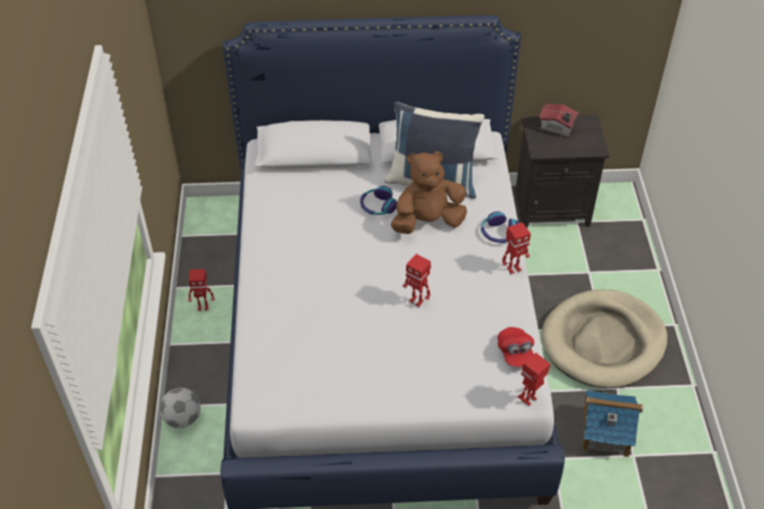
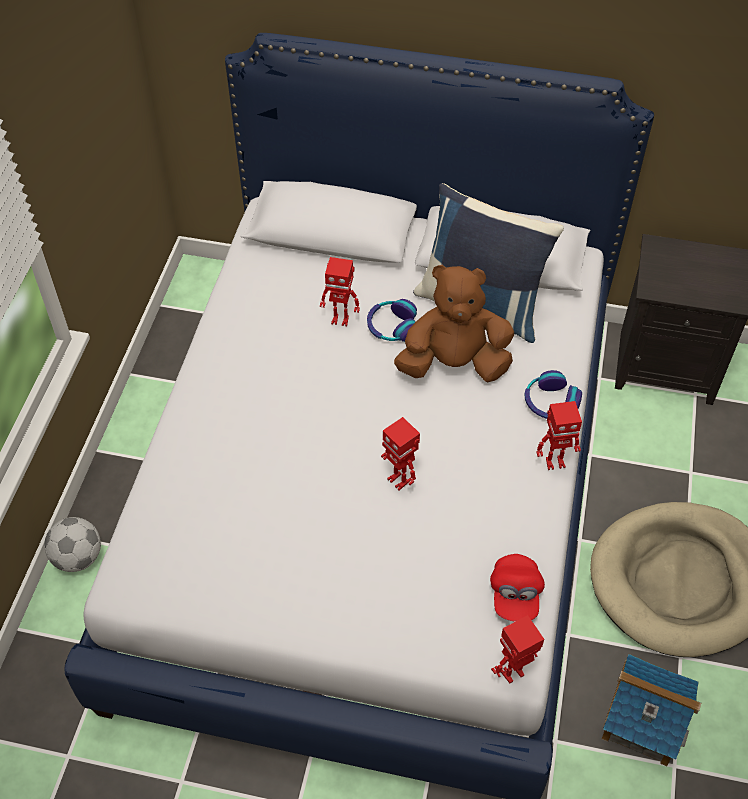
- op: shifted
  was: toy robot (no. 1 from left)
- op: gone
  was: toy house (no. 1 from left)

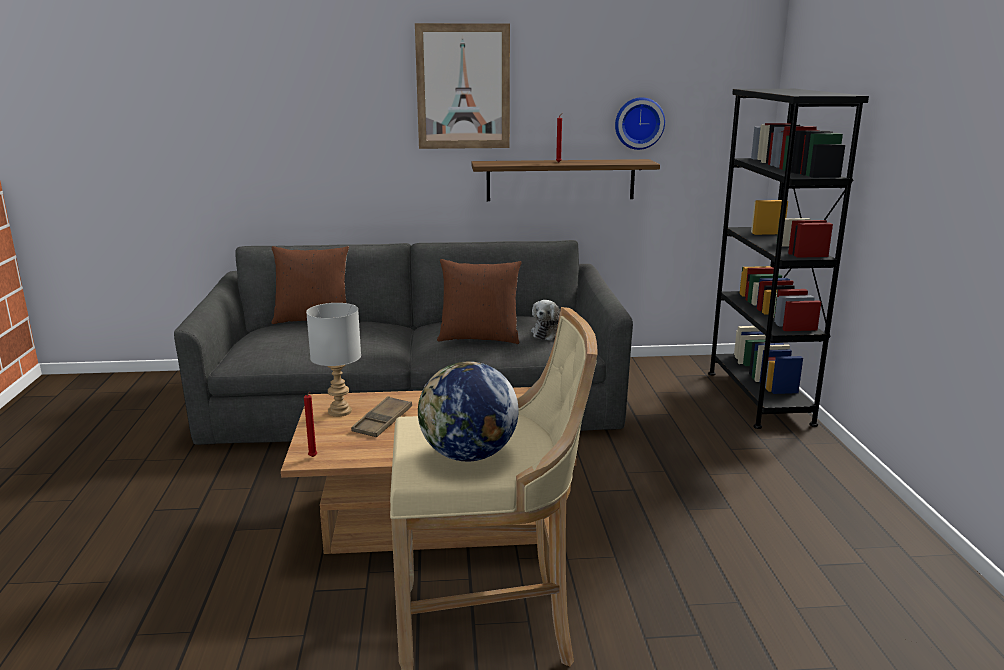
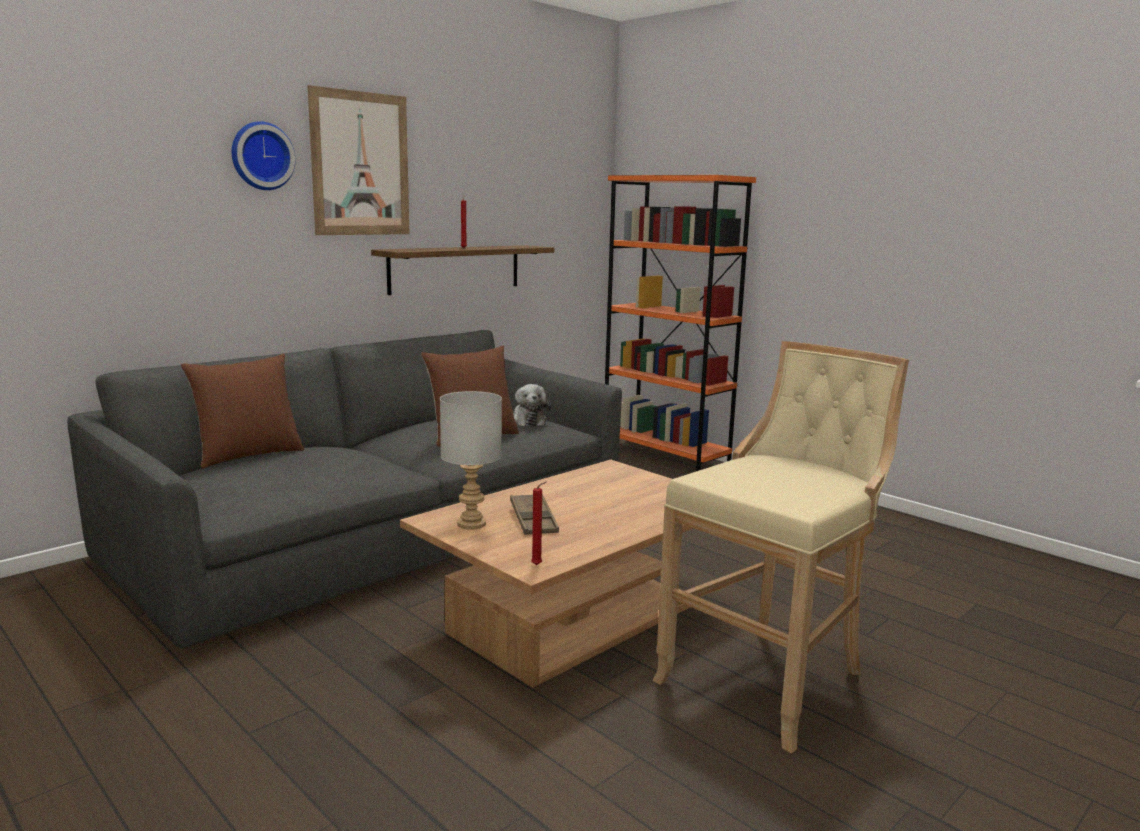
- op: gone
  was: globe
- op: shifted
  was: wall clock
- op: repainted
  was: bookcase/black
  now: bookcase/orange

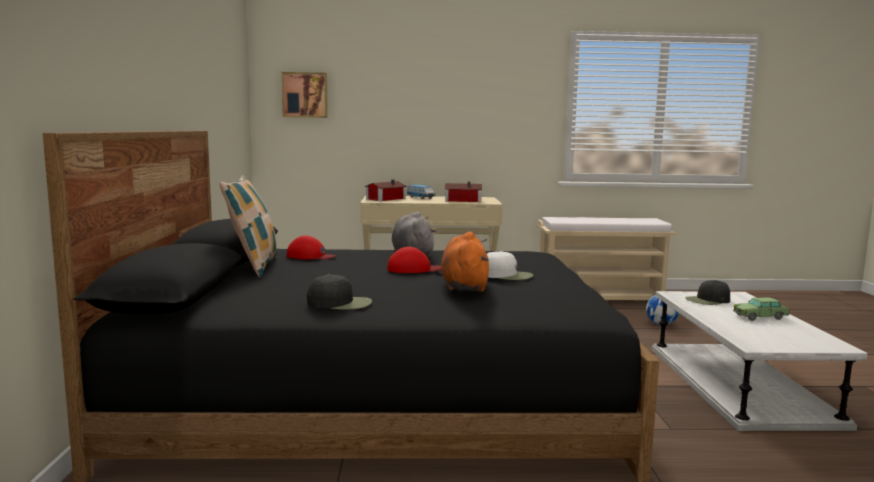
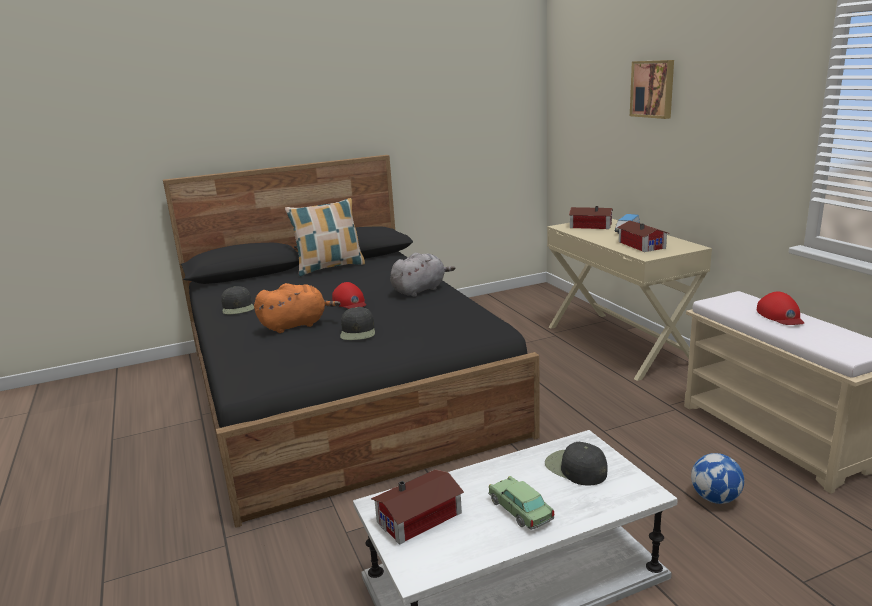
- op: shifted
  was: picture
- op: shifted
  was: cap/red (no. 1 from left in the first image)
  now: cap/red (no. 2 from left)
- op: repainted
  was: cap/white
  now: cap/black (no. 2 from left)
- op: new
  now: toy house (no. 1 from left)

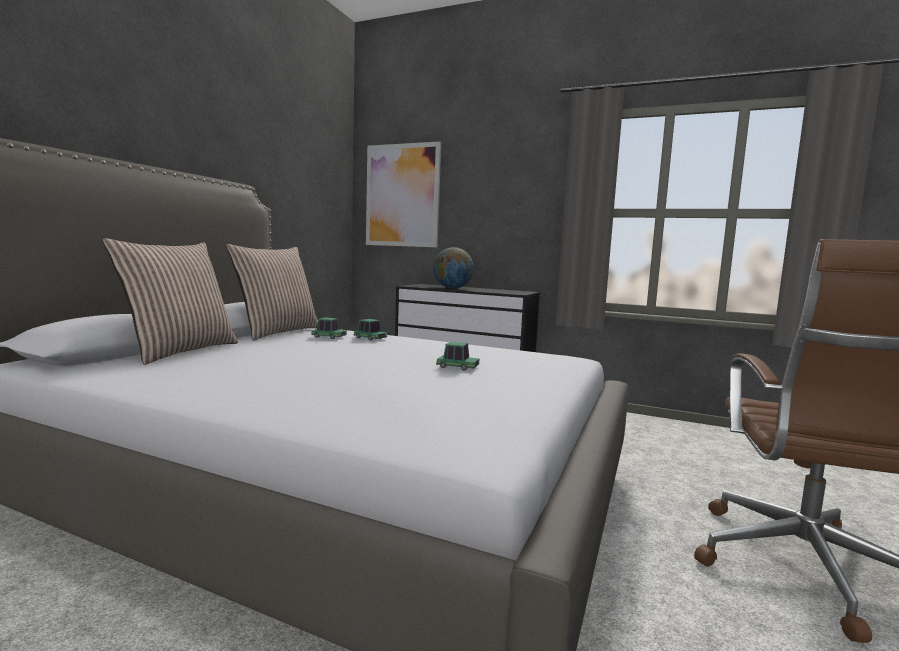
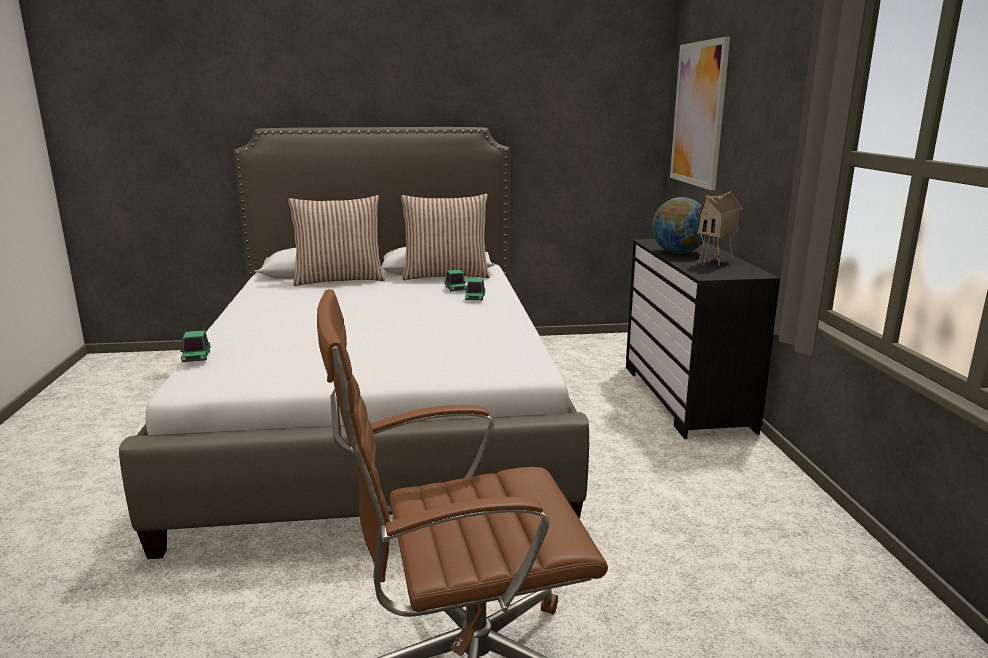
- op: shifted
  was: toy car (no. 3 from left in the first image)
  now: toy car (no. 1 from left)
- op: new
  now: toy house

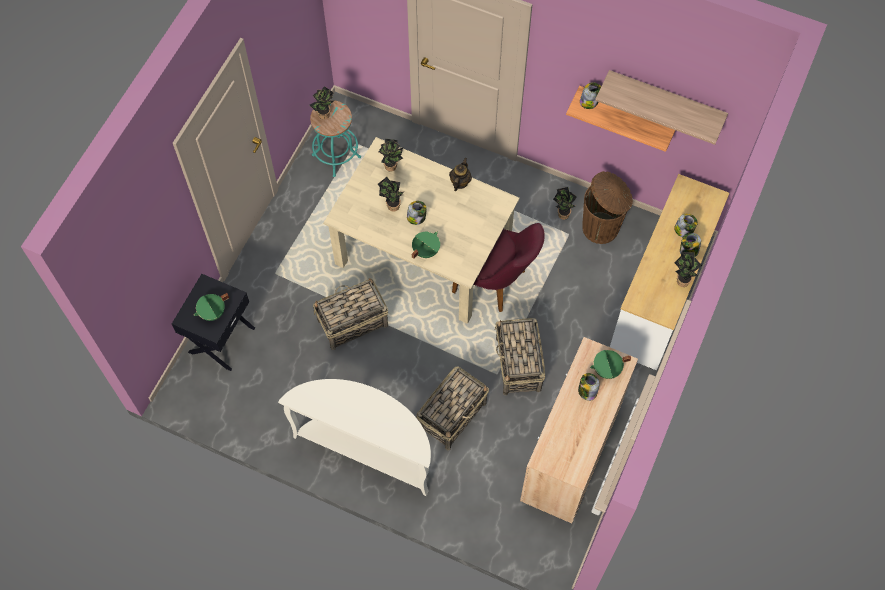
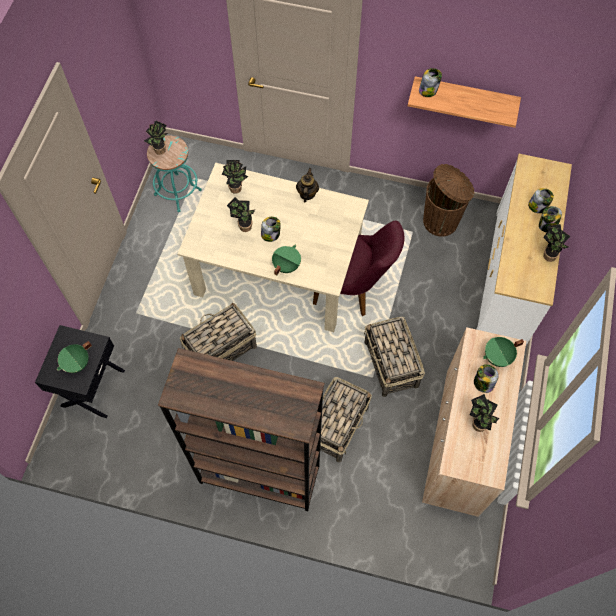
- op: swapped
  was: console table/white
  now: bookcase/brown
- op: shifted
  was: potted plant (no. 4 from left)
- op: gone
  was: shelf (no. 2 from left)

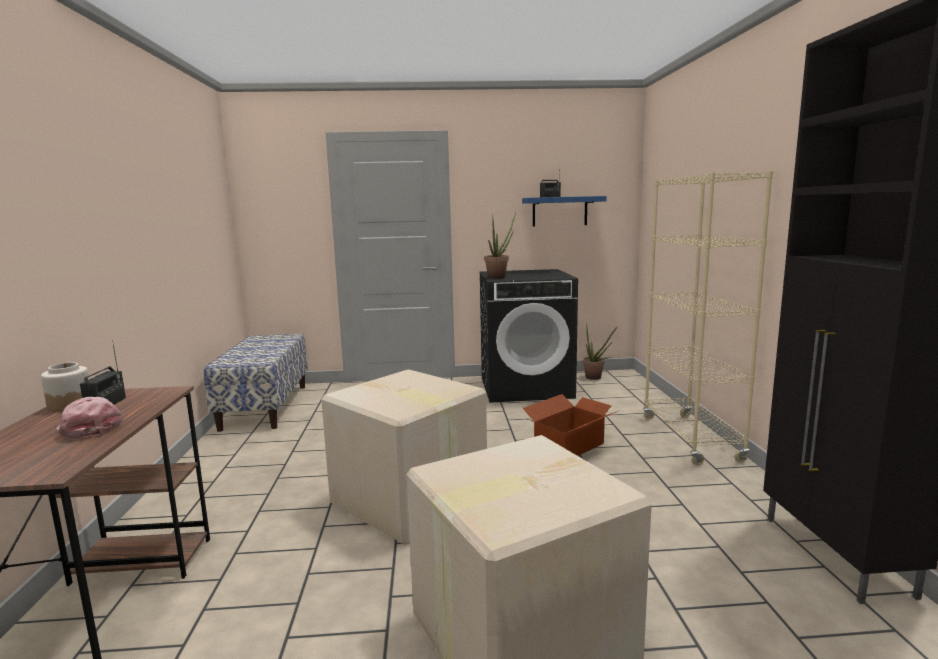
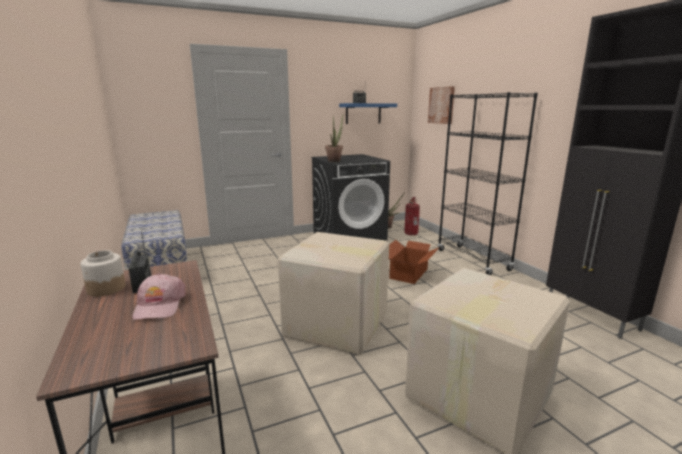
- op: rotated
  was: cap/pink
  clockwise: -120
- op: repainted
  was: bookcase/beige
  now: bookcase/black
- op: new
  now: fire extinguisher
- op: new
  now: picture

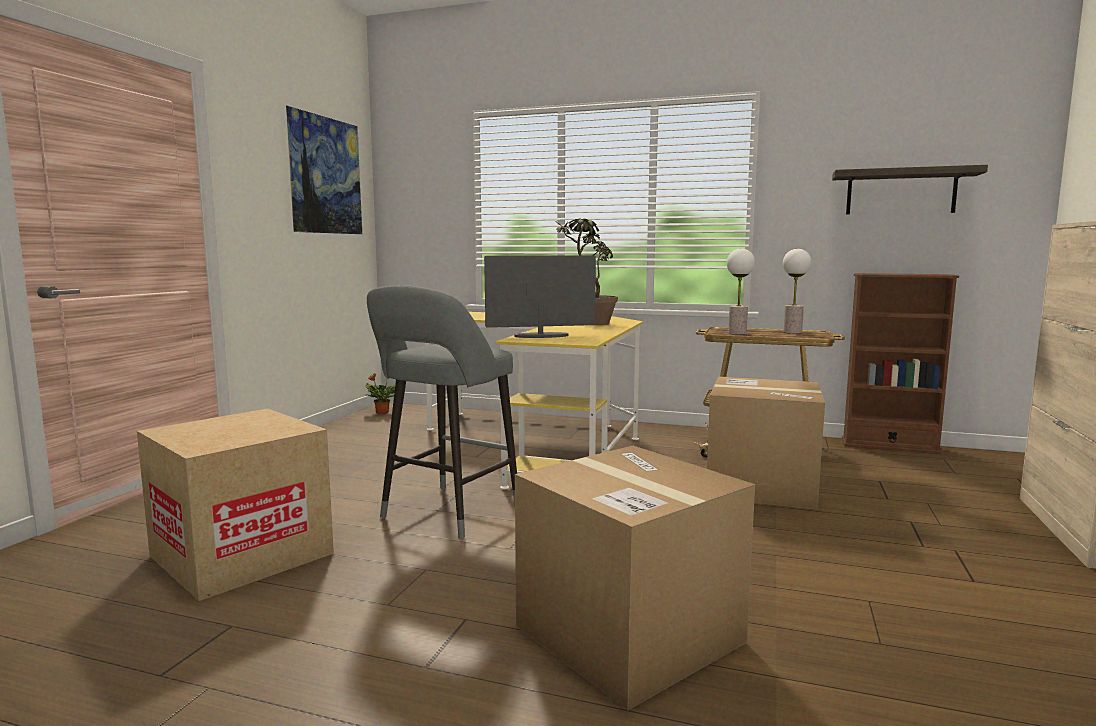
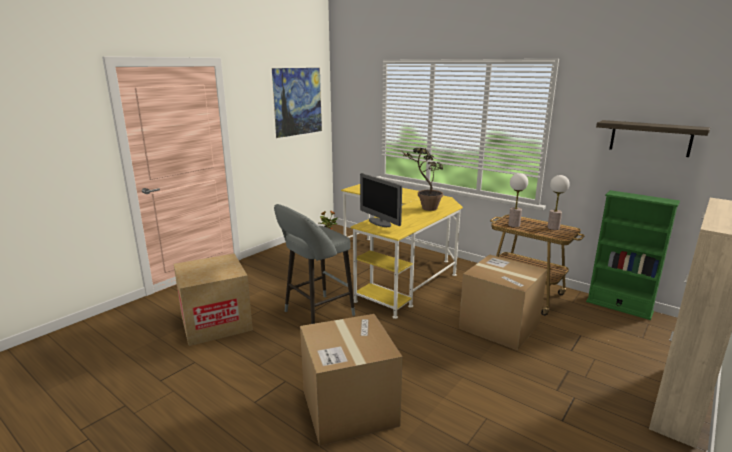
- op: rotated
  was: monitor
  clockwise: -135
- op: repainted
  was: bookcase/brown
  now: bookcase/green

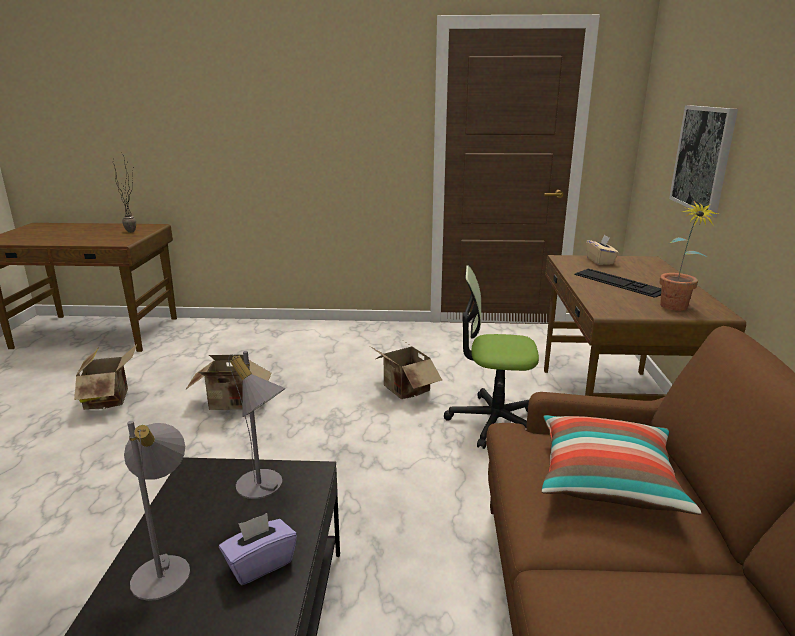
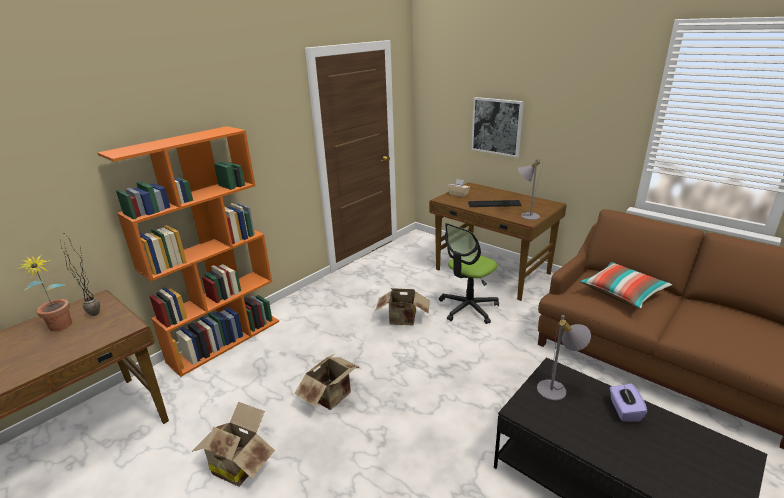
- op: shifted
  was: table lamp/grey (no. 1 from left)
- op: shifted
  was: potted plant (no. 2 from left in the first image)
  now: potted plant (no. 1 from left)
- op: new
  now: bookcase/orange

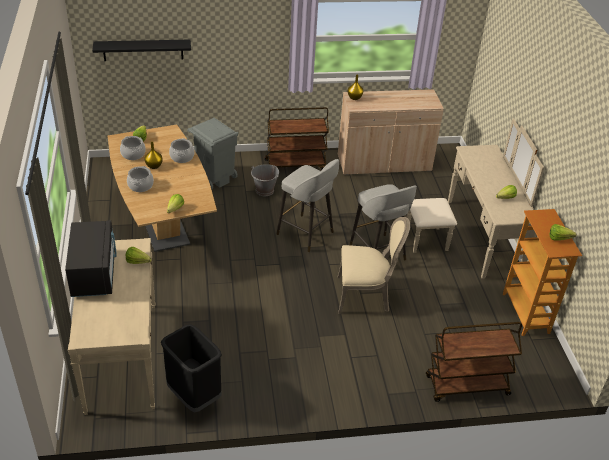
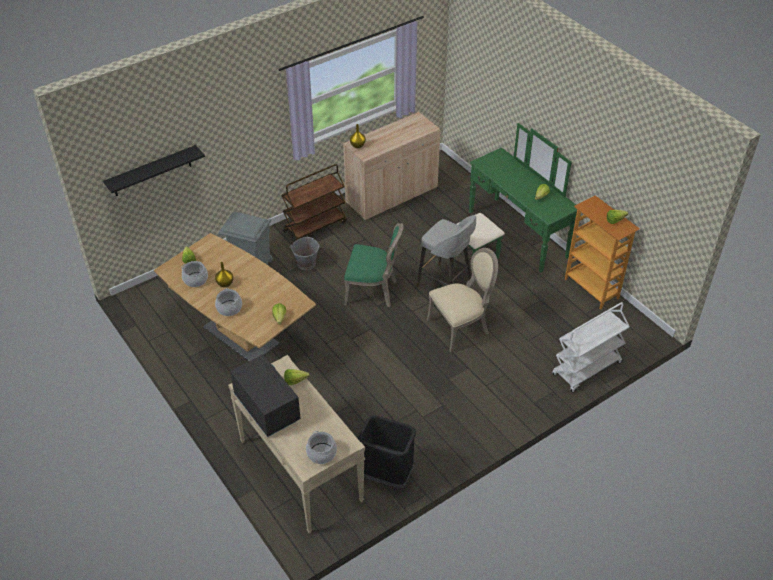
- op: shifted
  was: cooking pot (no. 3 from left)
- op: swapped
  was: stool/grey (no. 1 from left)
  now: chair/green
- op: repainted
  was: dresser/beige
  now: dresser/green
- op: repainted
  was: cart/brown (no. 2 from left)
  now: cart/white

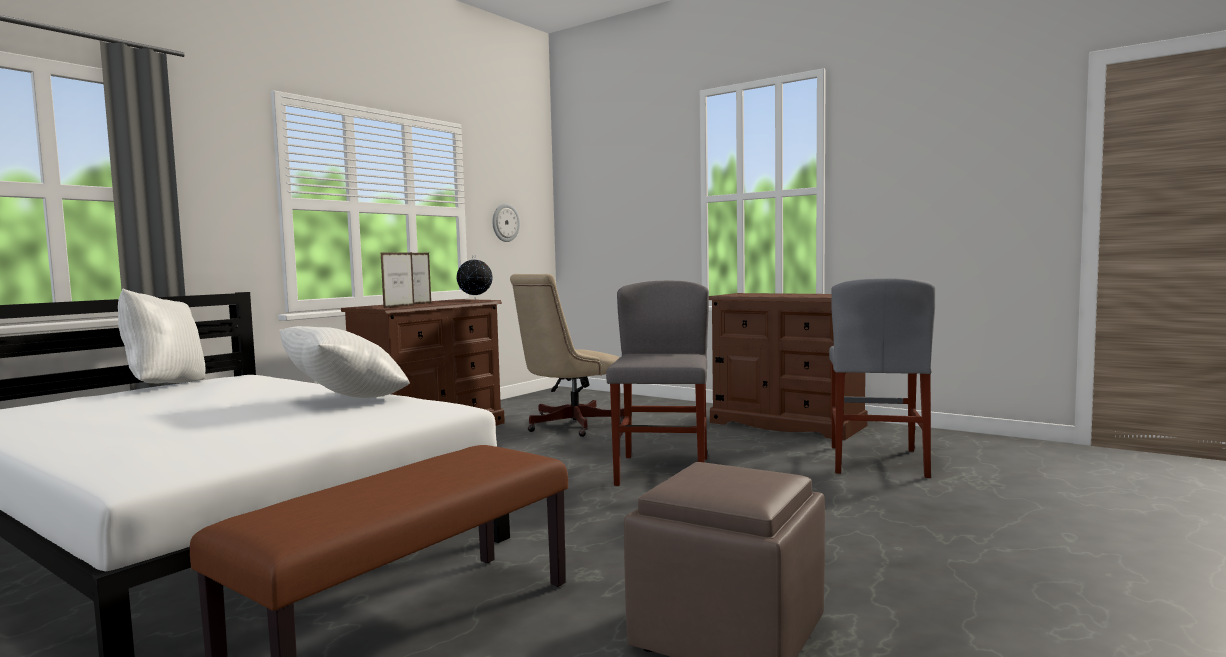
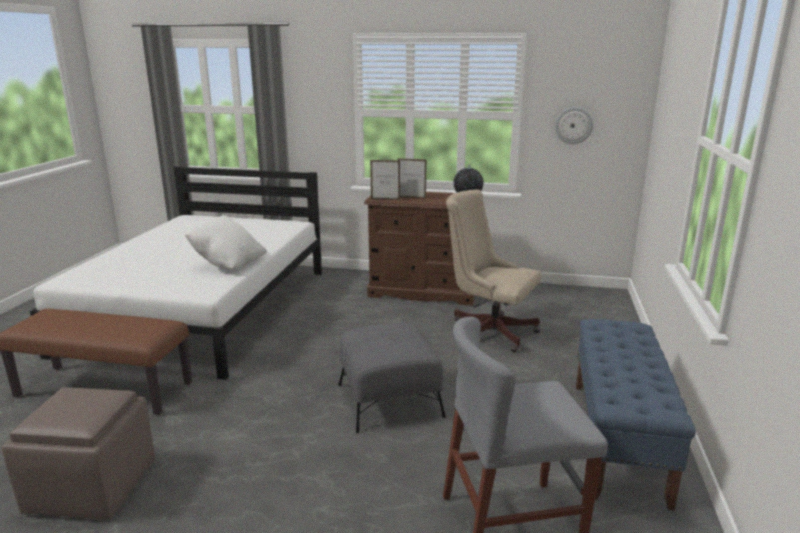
- op: gone
  was: pillow/white (no. 1 from left)
- op: swapped
  was: chair/grey (no. 1 from left)
  now: ottoman/grey
- op: swapped
  was: dresser/brown (no. 2 from left)
  now: bench/blue

